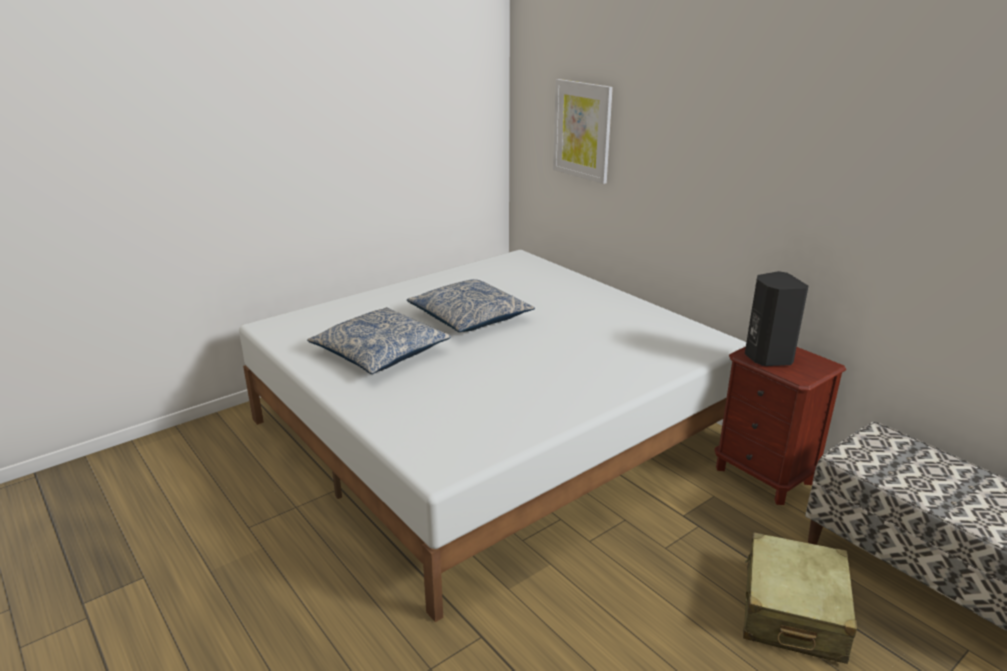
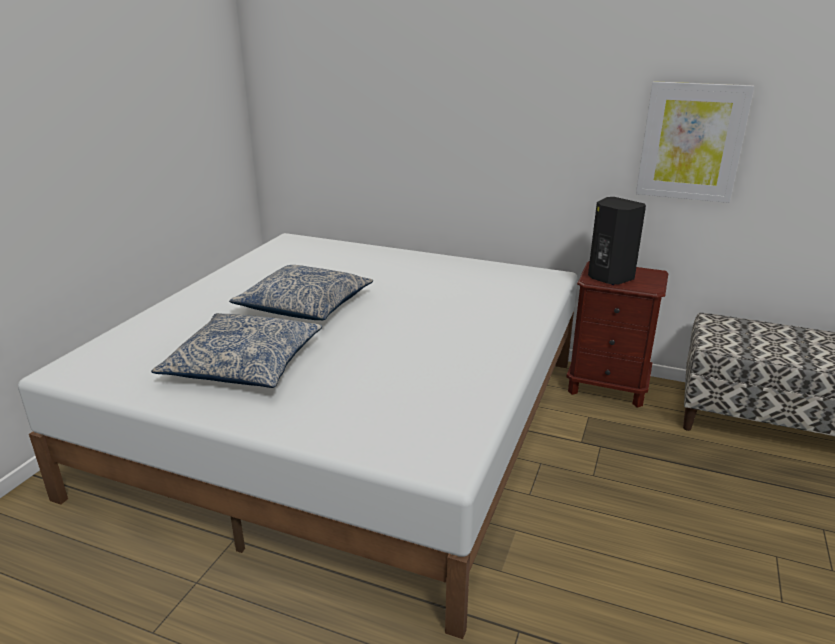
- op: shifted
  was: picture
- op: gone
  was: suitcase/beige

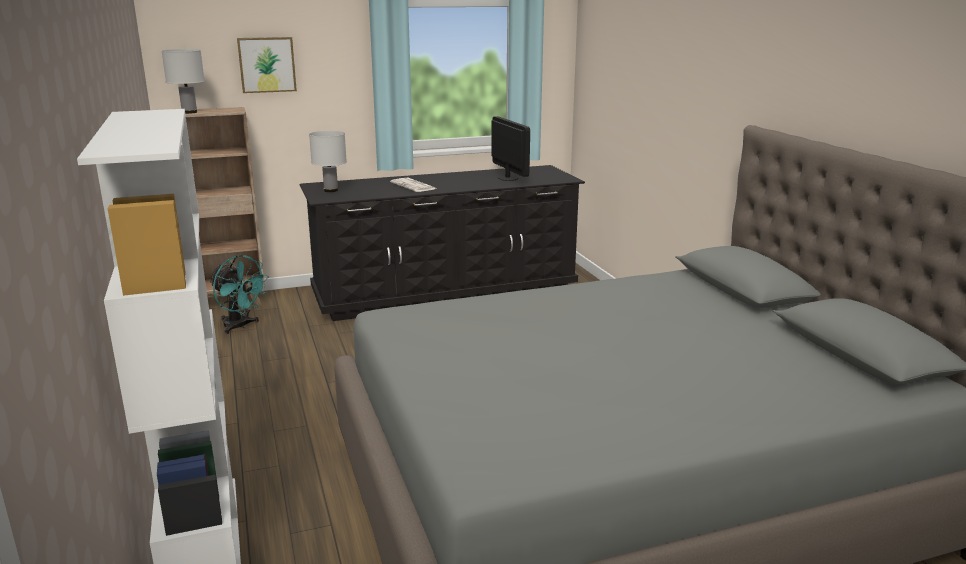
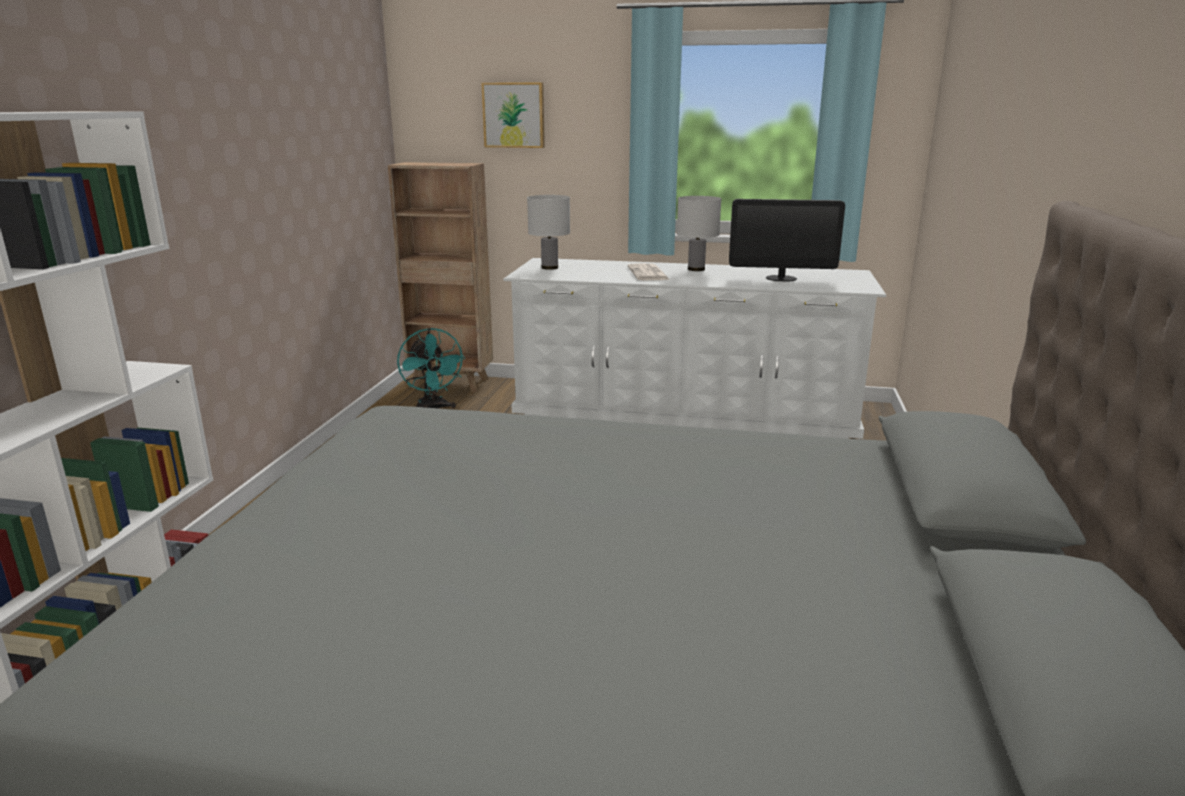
- op: shifted
  was: table lamp/white (no. 1 from left in the first image)
  now: table lamp/white (no. 2 from left)
- op: repainted
  was: dresser/black
  now: dresser/white
- op: rotated
  was: monitor
  clockwise: 90

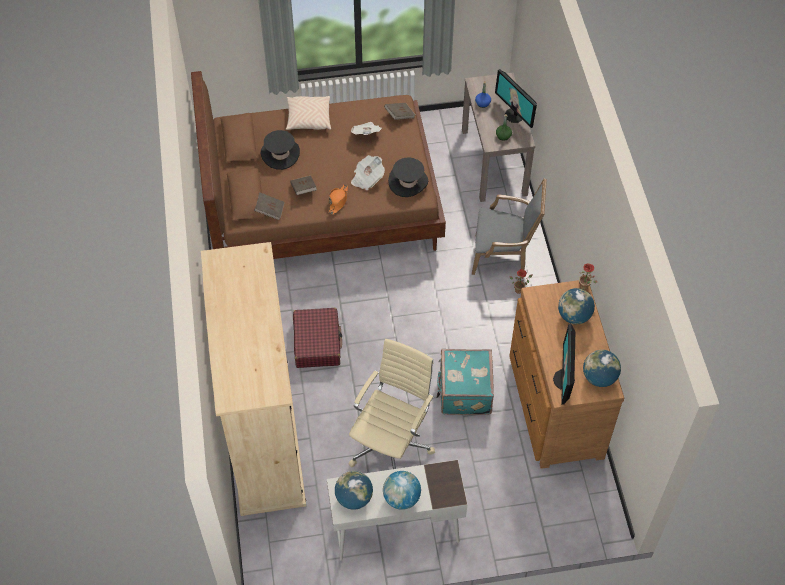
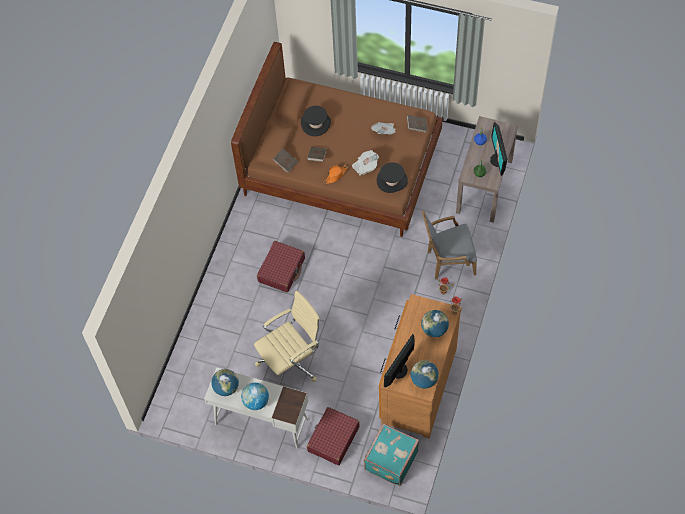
- op: gone
  was: wardrobe/beige
- op: gone
  was: pillow/beige
- op: shifted
  was: suitcase/turquoise
- op: rotated
  was: armchair/grey
  clockwise: 135
- op: new
  now: suitcase/red (no. 2 from left)

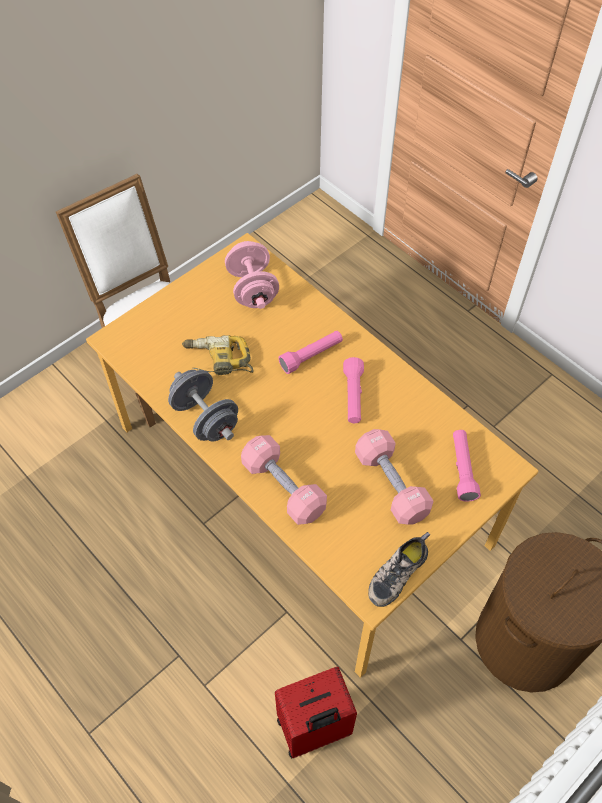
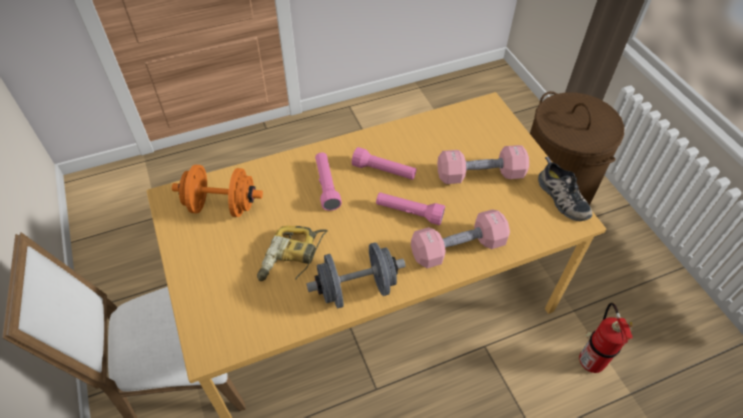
- op: repainted
  was: dumbbell/pink (no. 1 from left)
  now: dumbbell/orange
- op: swapped
  was: suitcase/red
  now: fire extinguisher
- op: shifted
  was: flashlight/pink (no. 3 from left)

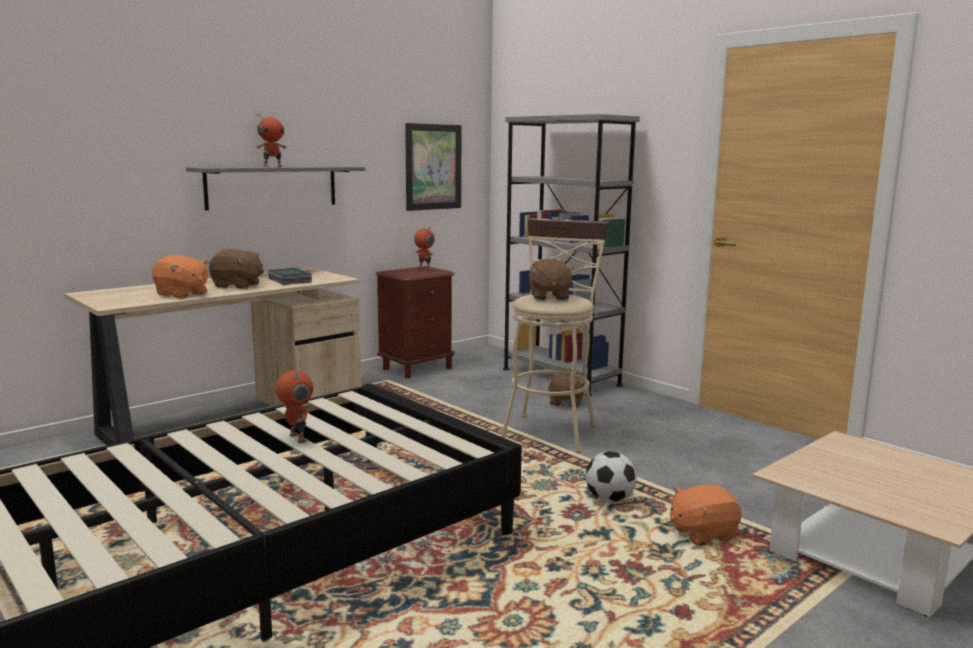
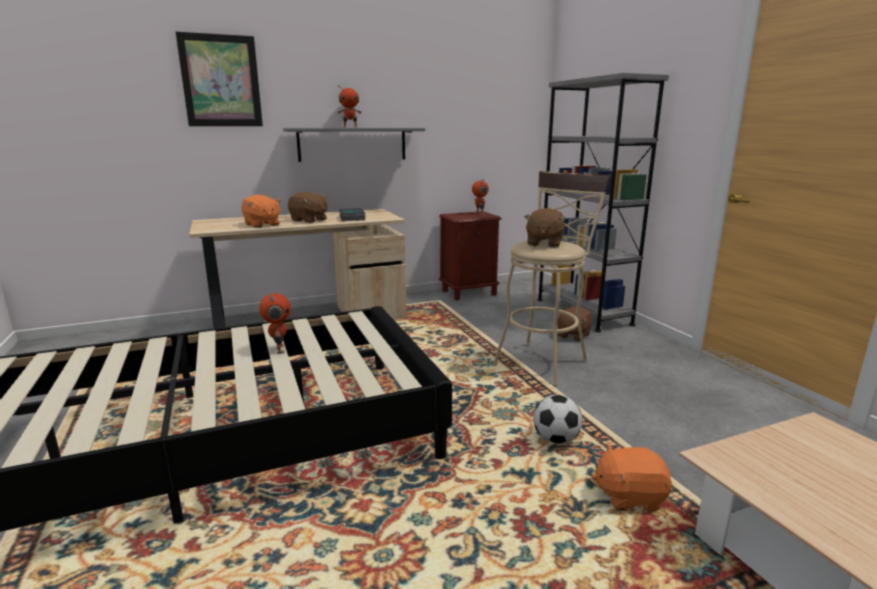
- op: shifted
  was: picture

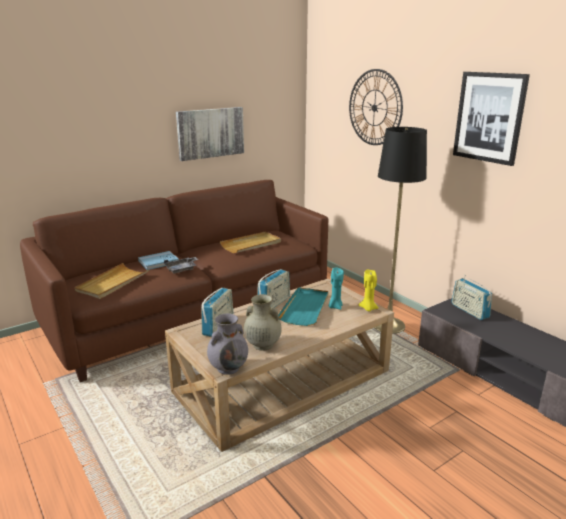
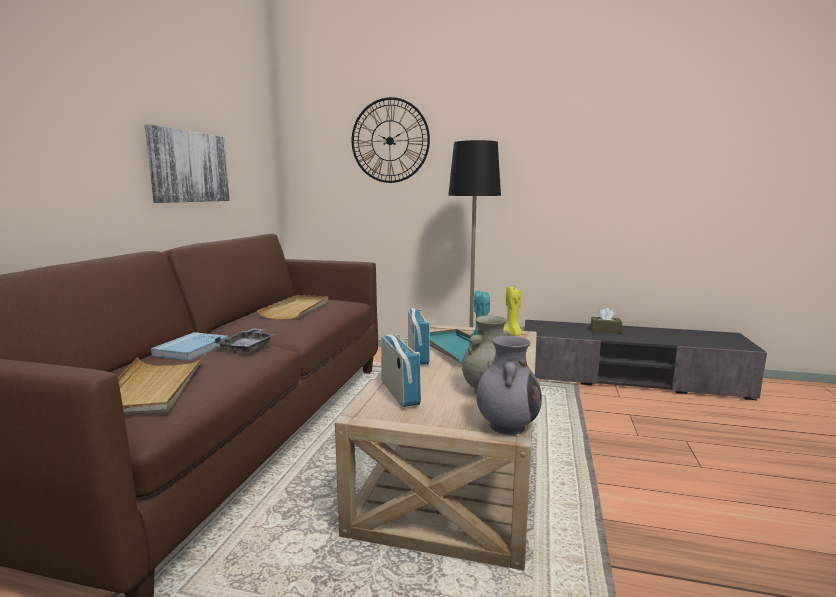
- op: gone
  was: radio (no. 3 from left)
- op: gone
  was: picture (no. 2 from left)
- op: new
  now: tissue box/brown

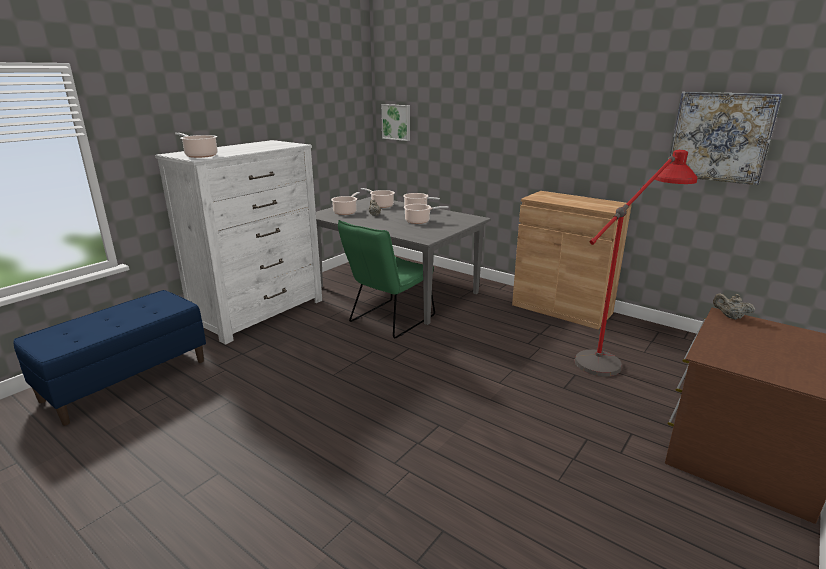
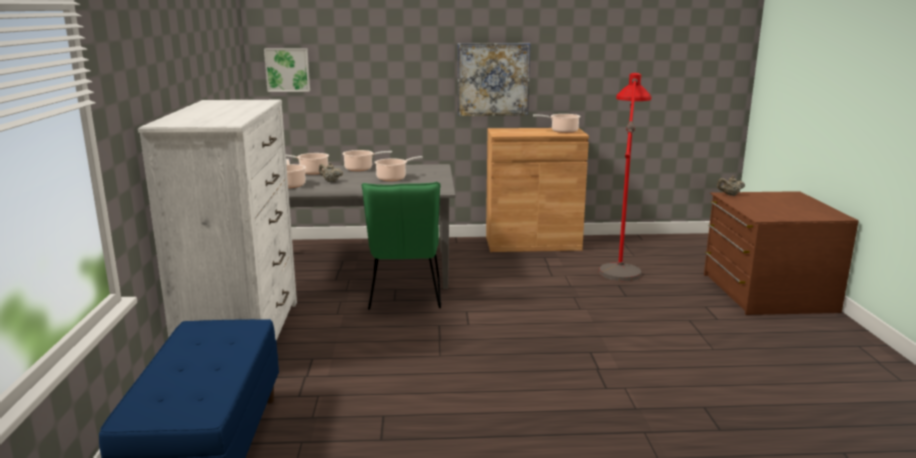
- op: shifted
  was: cooking pot (no. 1 from left in the first image)
  now: cooking pot (no. 5 from left)
- op: shifted
  was: picture (no. 2 from left)

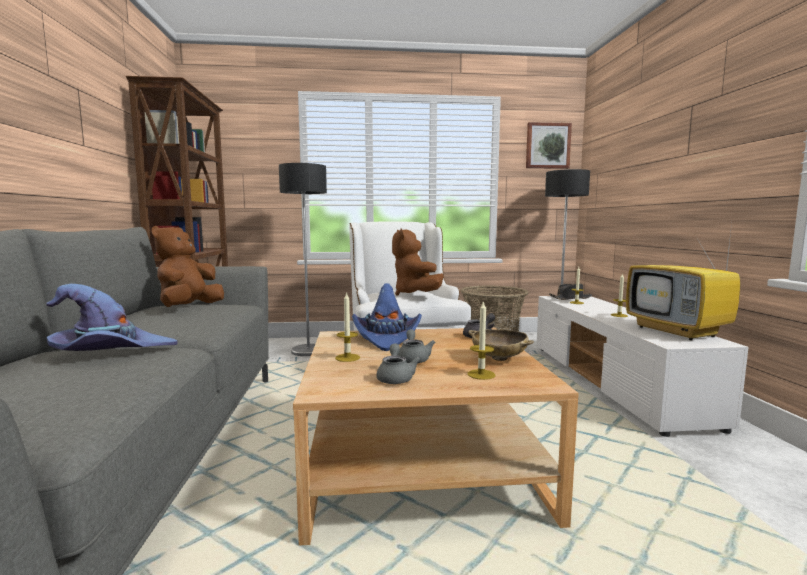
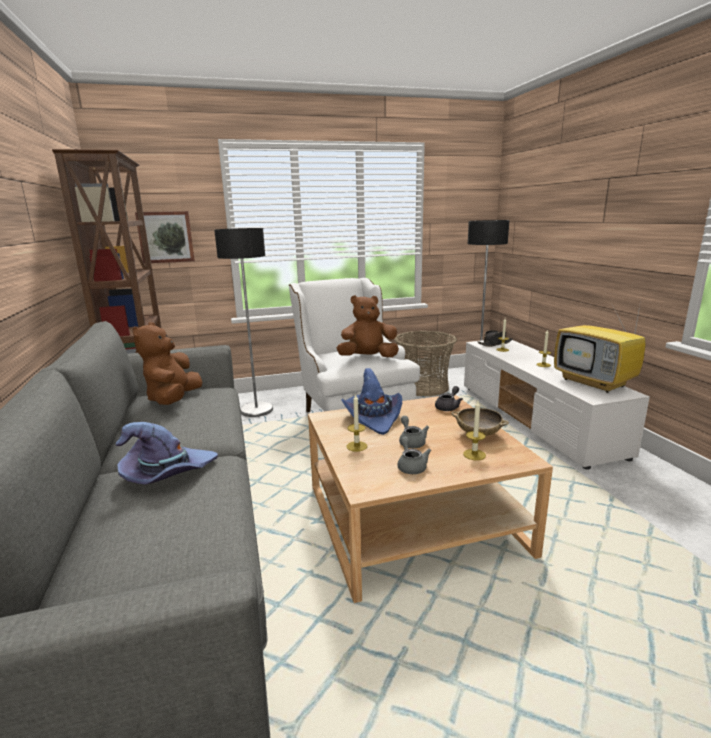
- op: rotated
  was: plush toy/brown (no. 2 from left)
  clockwise: 105
- op: shifted
  was: picture

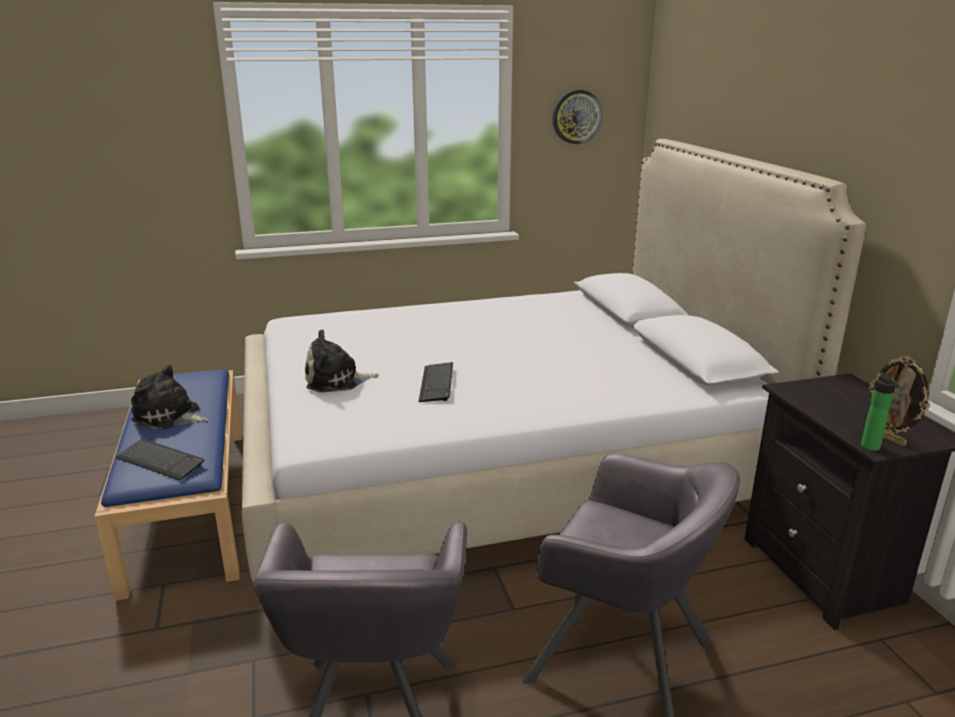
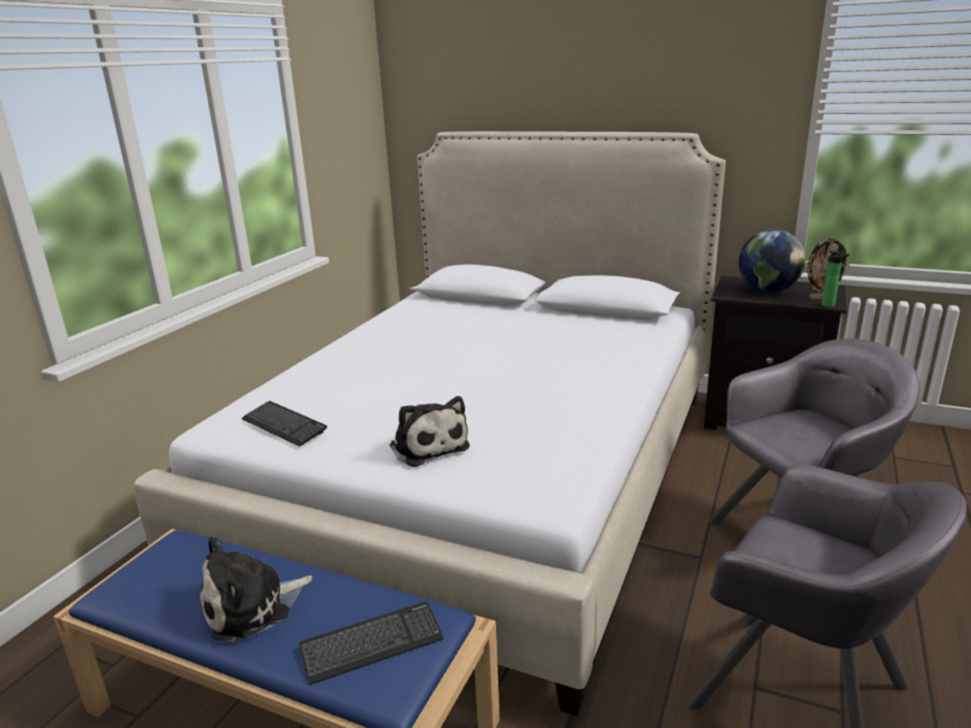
- op: rotated
  was: plush toy (no. 2 from left)
  clockwise: -60
- op: shifted
  was: keyboard (no. 2 from left in the first image)
  now: keyboard (no. 1 from left)
- op: gone
  was: wall clock
- op: new
  now: globe

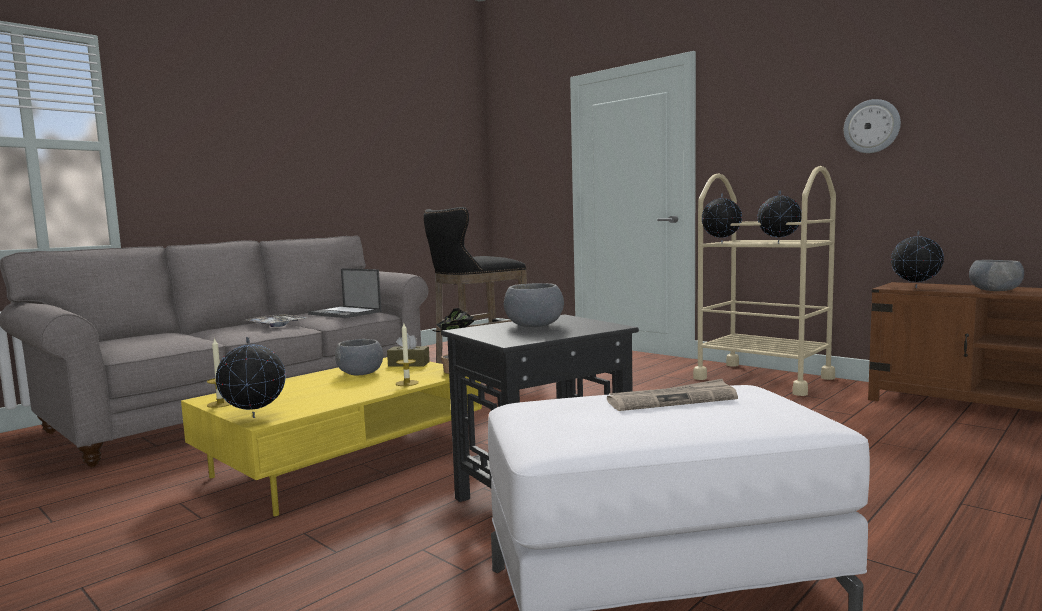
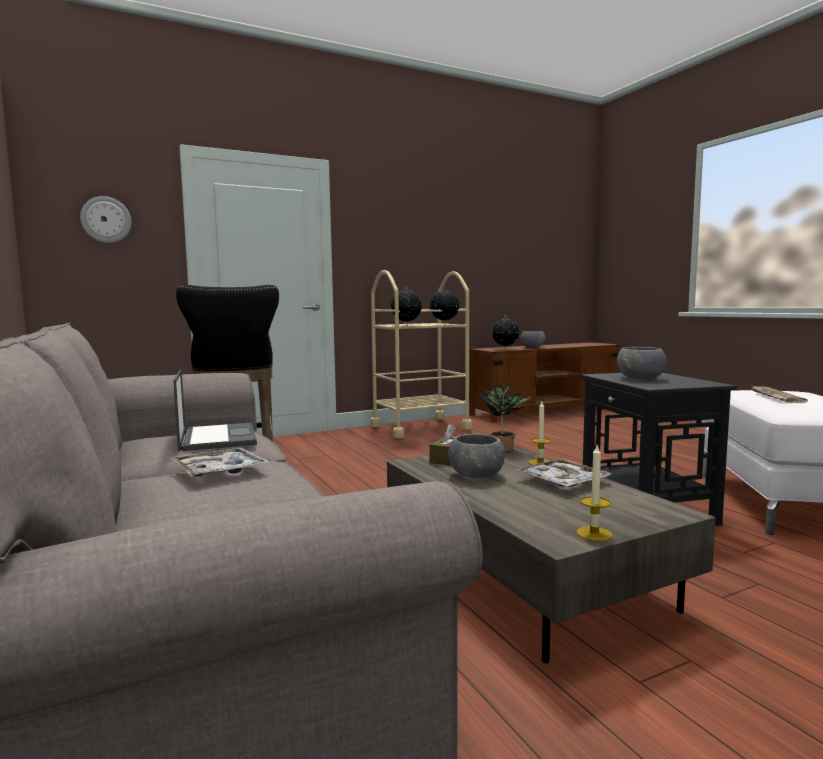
- op: repainted
  was: coffee table/yellow
  now: coffee table/grey
- op: gone
  was: globe (no. 1 from left)
- op: rotated
  was: laptop
  clockwise: -75
- op: shifted
  was: wall clock
- op: new
  now: tray (no. 2 from left)

